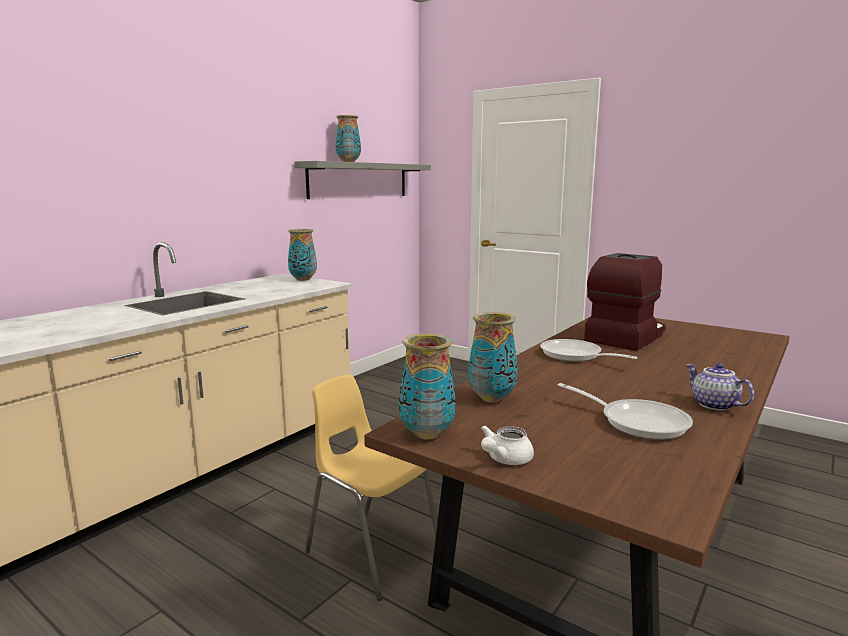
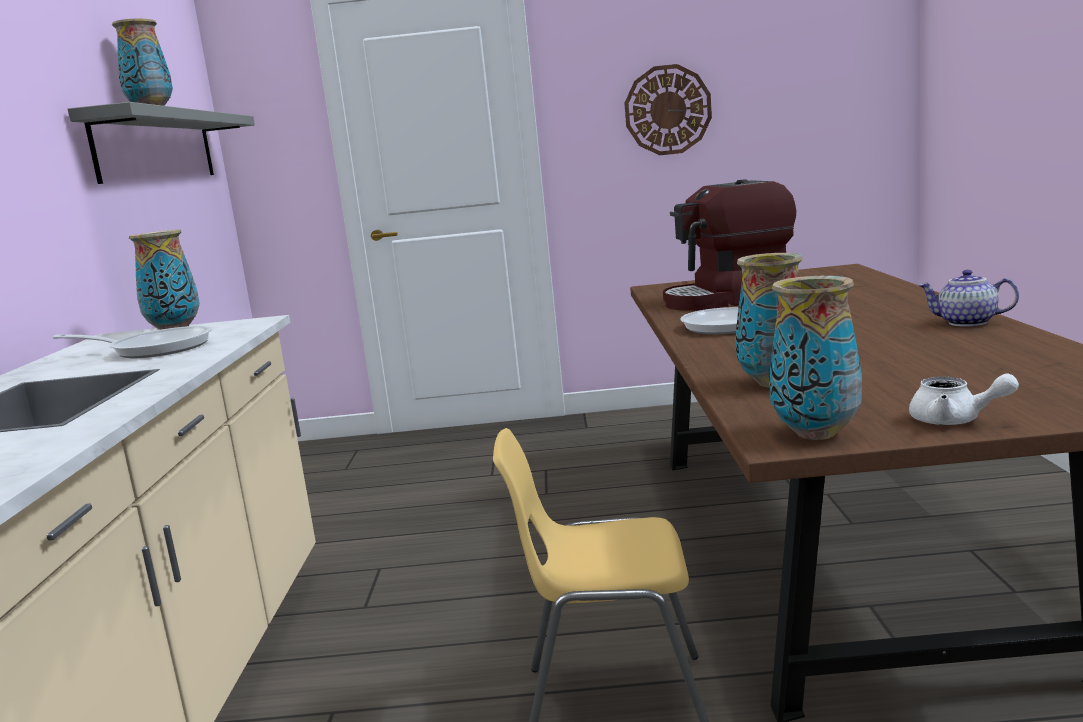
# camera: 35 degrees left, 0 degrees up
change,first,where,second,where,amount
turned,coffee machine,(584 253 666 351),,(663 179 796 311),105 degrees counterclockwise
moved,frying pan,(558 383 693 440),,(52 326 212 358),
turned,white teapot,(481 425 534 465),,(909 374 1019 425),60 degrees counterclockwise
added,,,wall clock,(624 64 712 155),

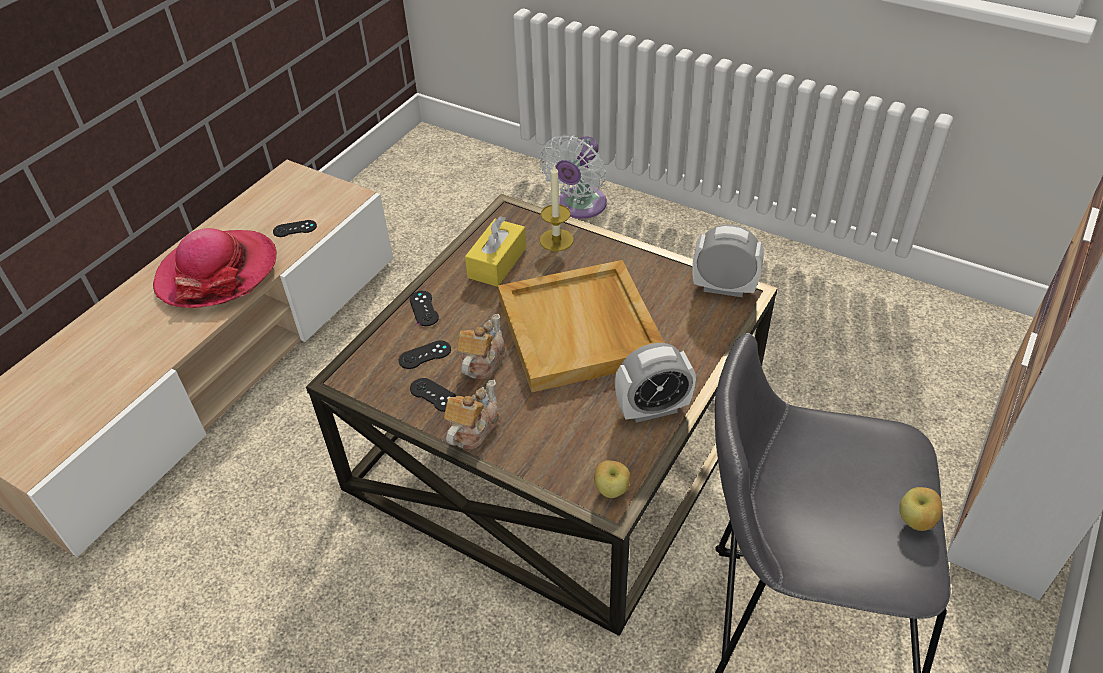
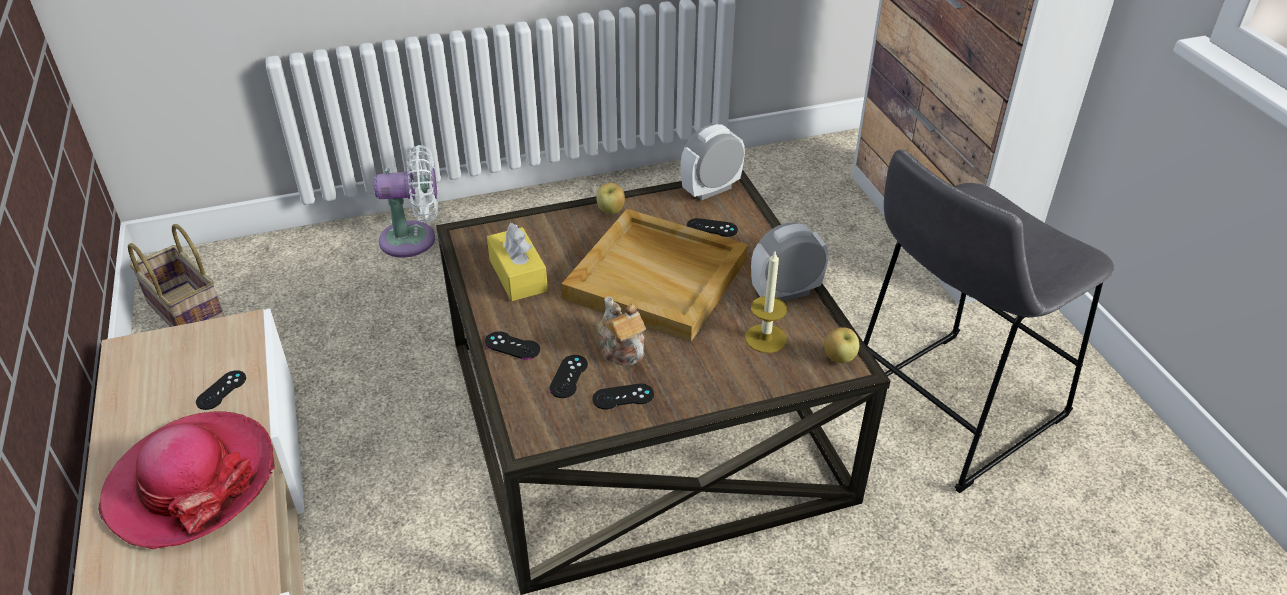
# camera: 50 degrees left, 5 degrees down
change,first,where,second,where,amount
turned,white fan,(540 135 607 219),,(374 145 438 257),75 degrees counterclockwise
moved,candle,(540 165 574 251),,(745 251 787 353),
turned,alarm clock,(615 343 696 423),,(751 222 828 301),135 degrees counterclockwise
removed,teapot,(444 380 499 449),,,
moved,apple,(899 487 943 531),,(596 182 625 214),
added,,,black game controller,(687 218 738 237),
added,,,basket,(128 224 225 327),

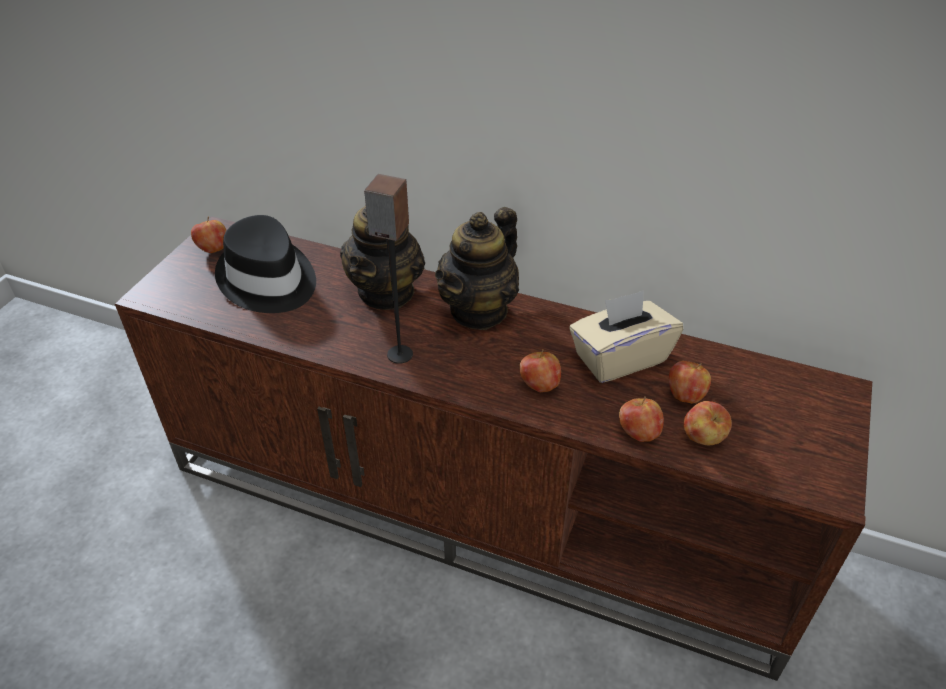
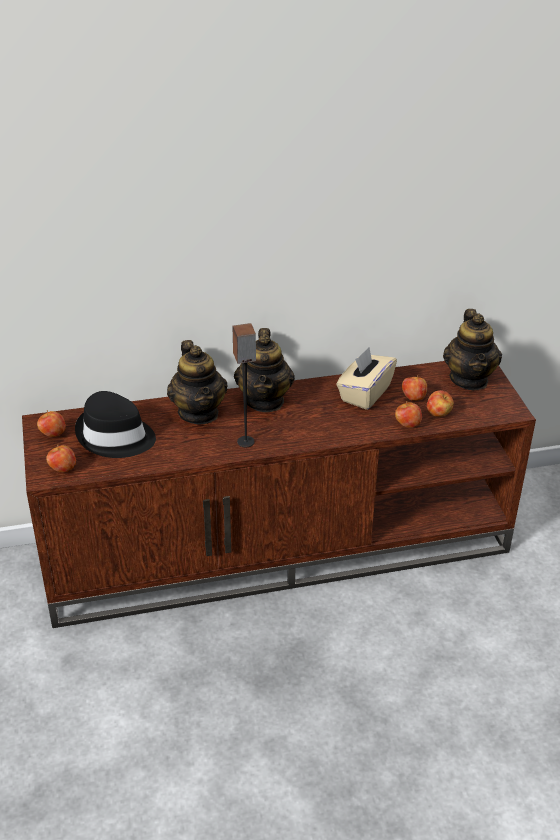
# camera: 35 degrees left, 5 degrees down
change,first,where,second,where,amount
moved,apple,(520 349 561 392),,(46 444 76 472),
added,,,teapot,(443 309 502 390),

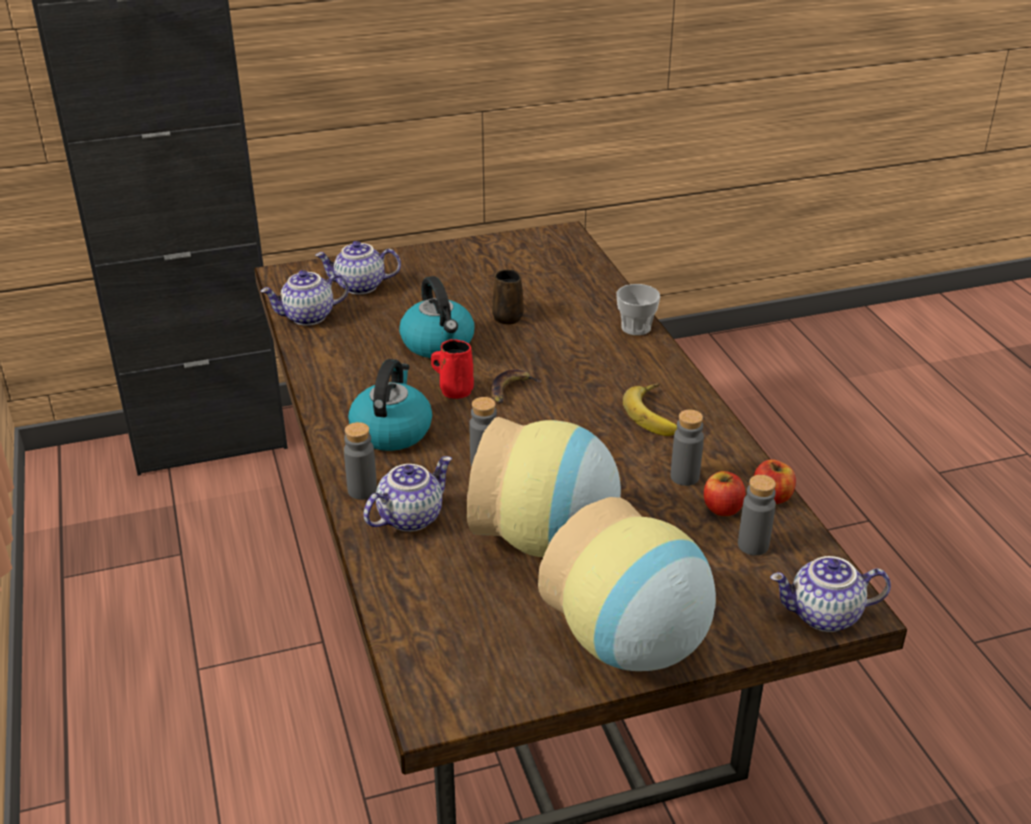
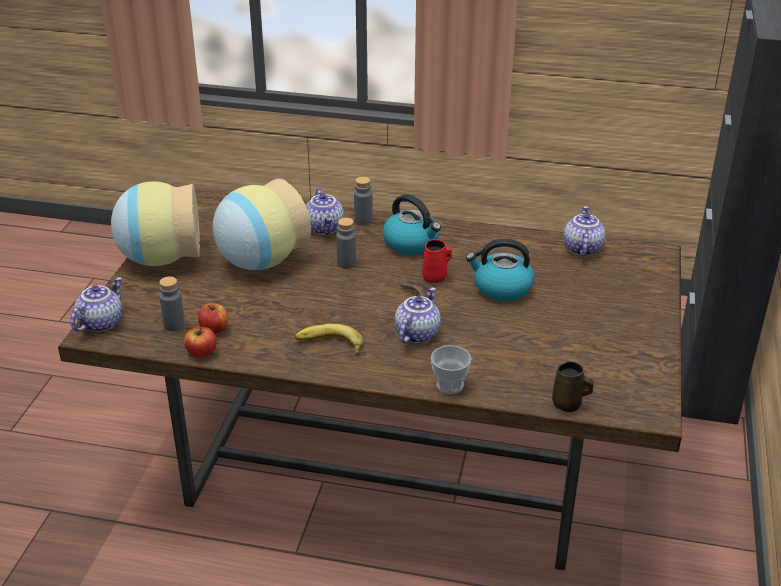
# camera: 120 degrees right, 0 degrees up
change,first,where,second,where,amount
moved,teapot,(315 241 401 294),,(395 287 441 343),
moved,brown mug,(492 269 524 325),,(552 361 594 412),
removed,grey bottle,(671 409 704 486),,,

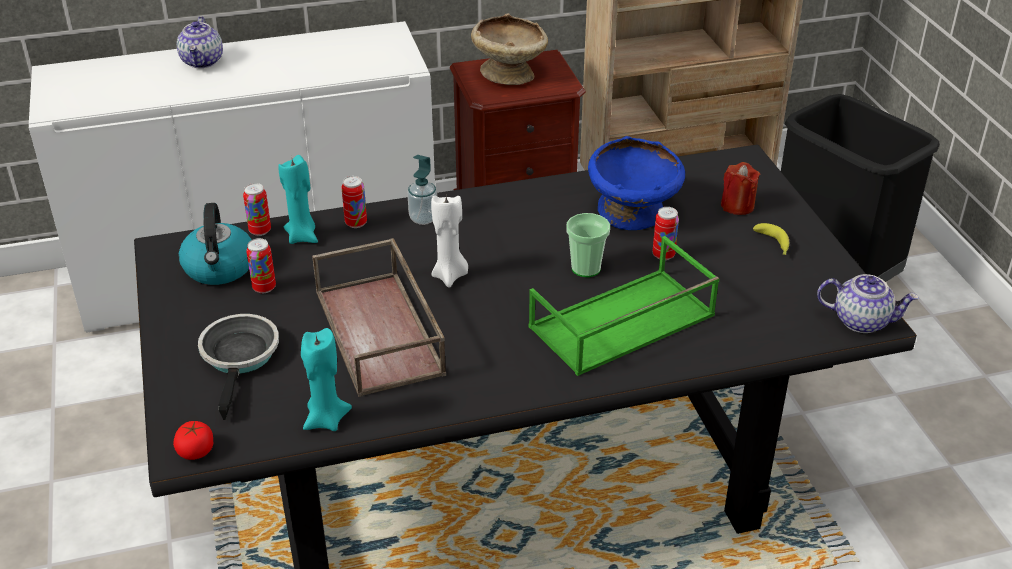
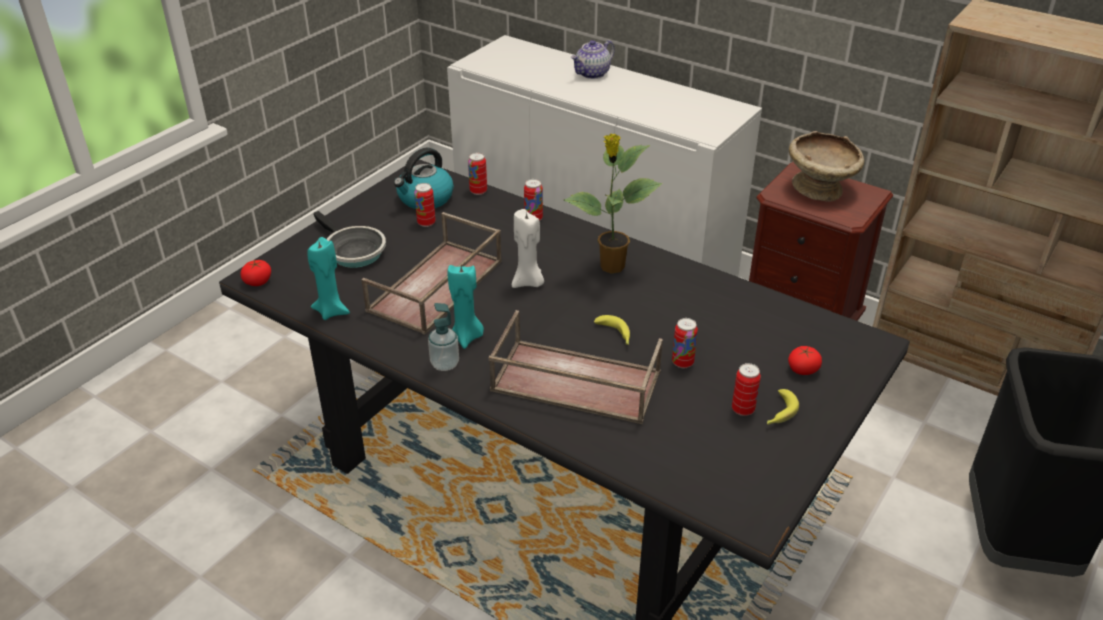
# camera: 50 degrees right, 0 degrees up
change,first,where,second,where,amount
removed,blue bowl,(588 136 685 230),,,
moved,turquoise candle,(278 155 318 244),,(447 265 484 349),
moved,soap dispenser,(407 155 437 225),,(428 303 459 371),
replaced,red candle,(721 162 760 215),tomato,(788 346 822 375),
replaced,cup,(566 213 610 277),banana,(594 315 630 345),
recoloured,green tray,(528 236 720 376),brown tray,(489 310 663 424),
removed,teapot,(817 274 919 333),,,
turned,frying pan,(198 314 279 420),,(314 211 386 268),90 degrees clockwise
added,,,potted plant,(564 134 662 274),
added,,,can,(732 363 761 416),

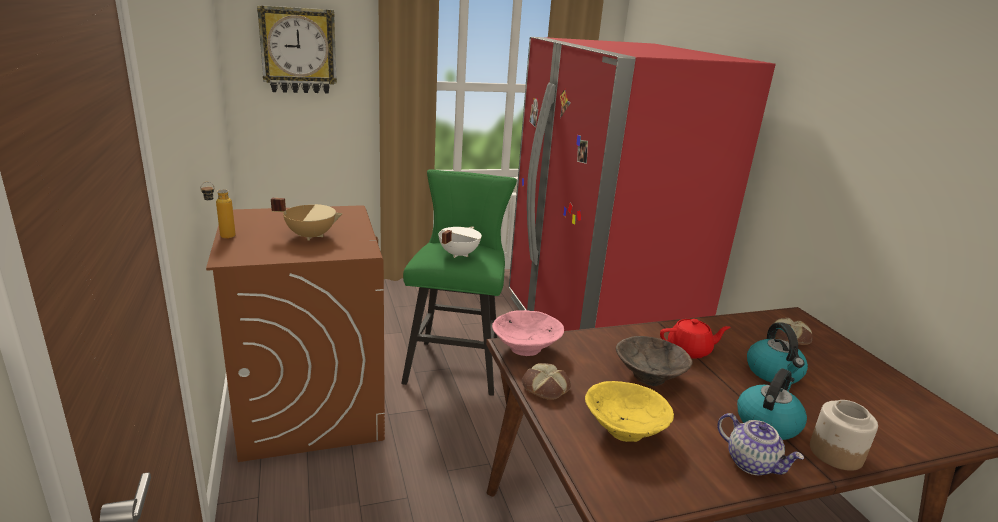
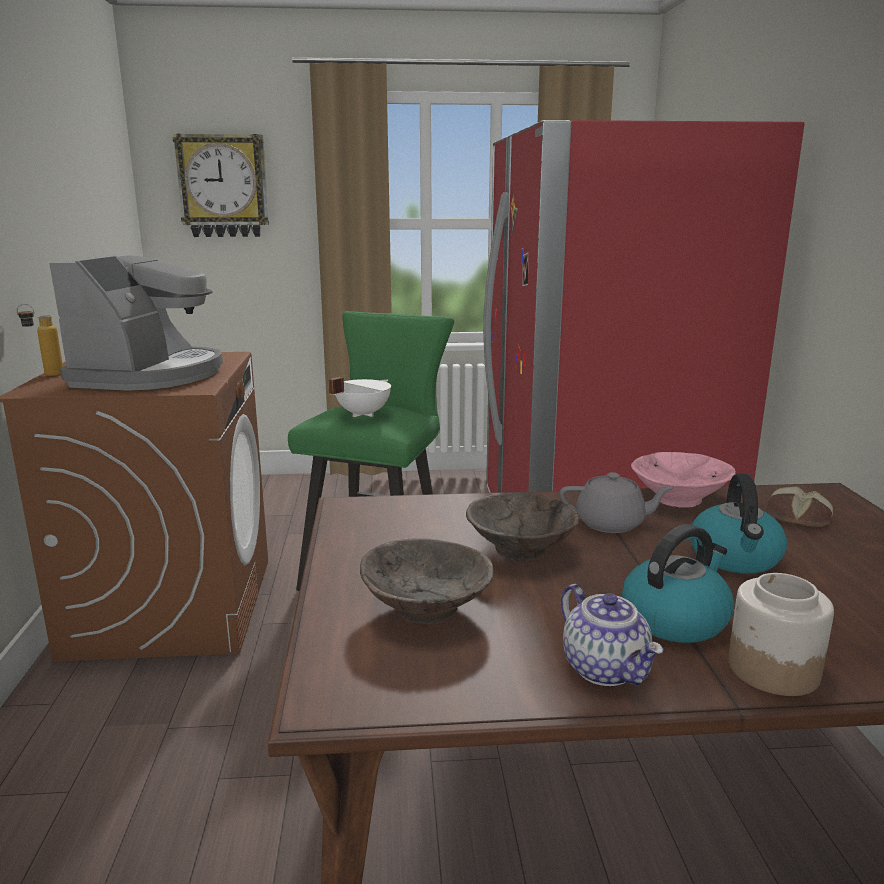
# camera: 15 degrees right, 5 degrees down
change,first,where,second,where,amount
replaced,beige cooking pot,(271 198 342 241),coffee machine,(49 253 223 391),
moved,pink bowl,(492 310 564 356),,(631 452 736 507),
recoloured,red teapot,(660 319 731 359),grey teapot,(559 472 674 533),
removed,bread,(522 363 571 400),,,
recoloured,yellow bowl,(585 381 674 442),brown bowl,(360 538 494 625),

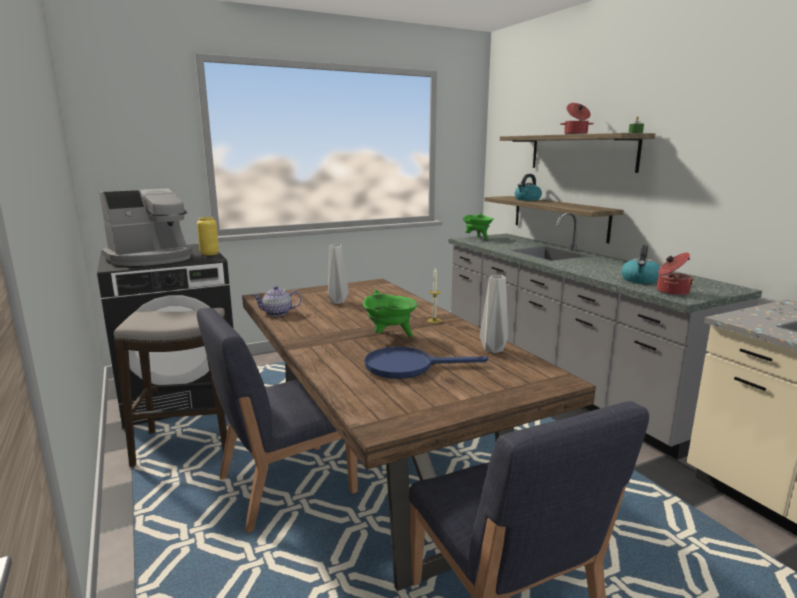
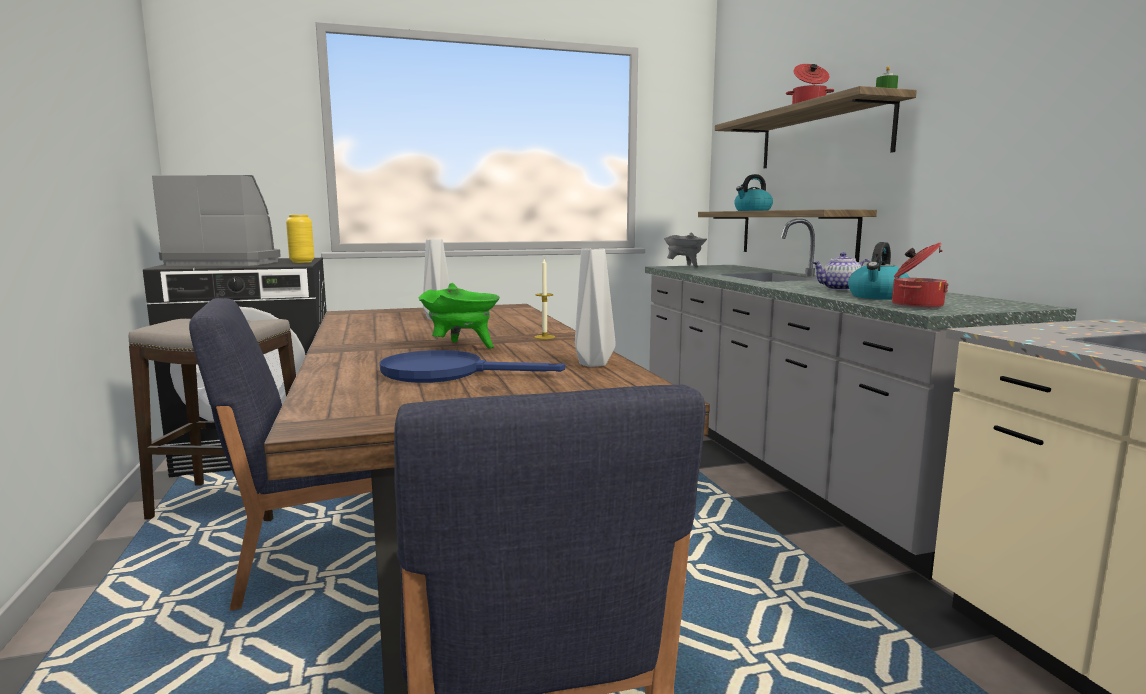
# camera: 10 degrees right, 5 degrees down
change,first,where,second,where,amount
turned,coffee machine,(99 189 193 266),,(152 175 281 266),150 degrees counterclockwise
recoloured,green cooking pot,(462 212 494 240),grey cooking pot,(664 232 707 268),
moved,teapot,(252 286 301 316),,(812 252 871 290),

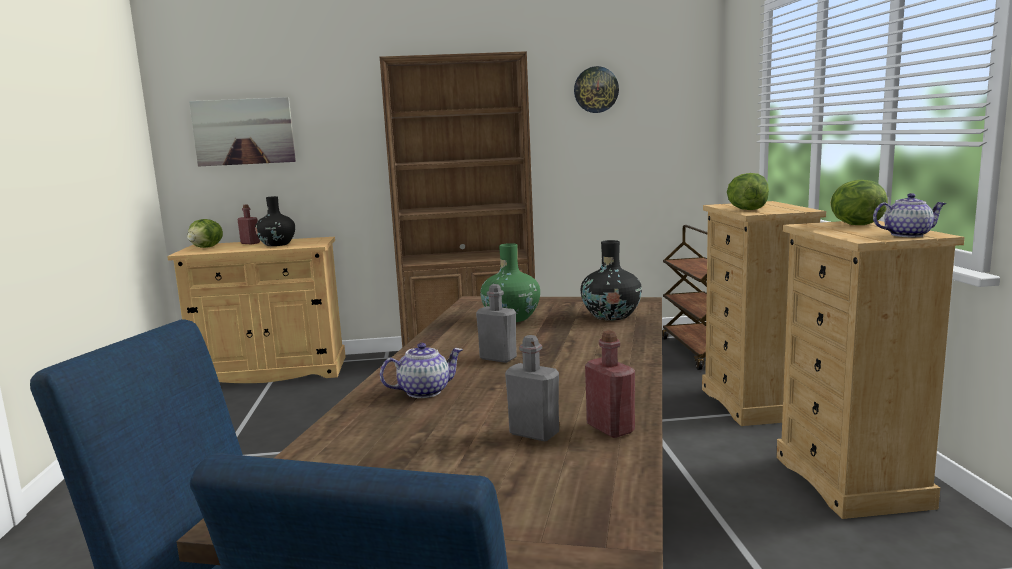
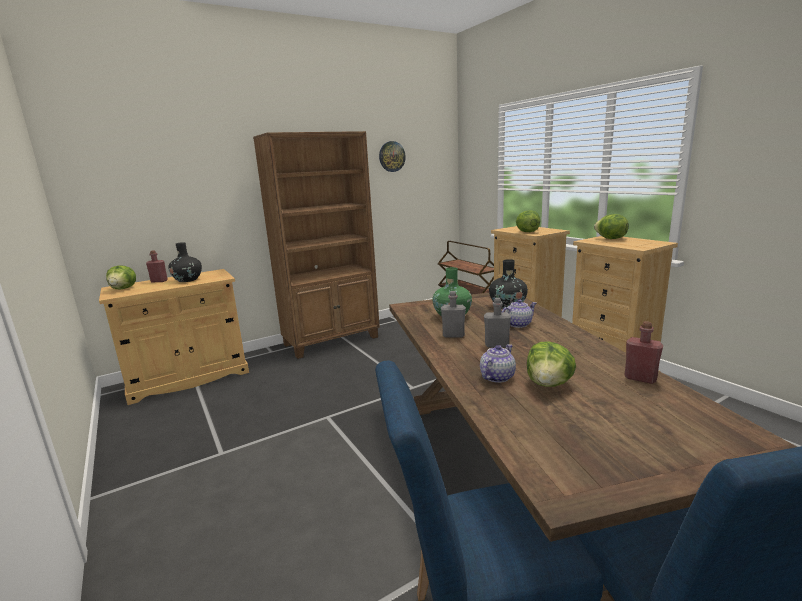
# camera: 25 degrees left, 5 degrees up
change,first,where,second,where,amount
removed,picture,(189 97 296 166),,,
moved,teapot,(873 193 947 237),,(501 299 536 328),
moved,grey bottle,(505 335 559 442),,(441 291 466 337),
added,,,lettuce,(527 341 576 387),

